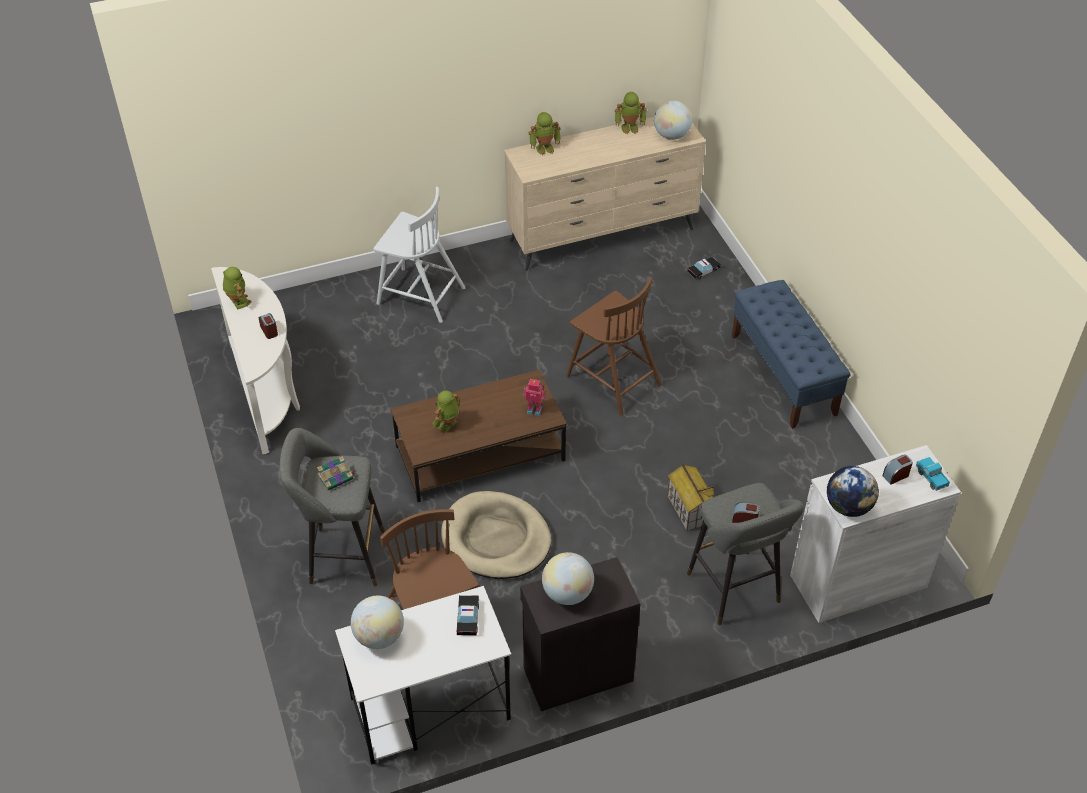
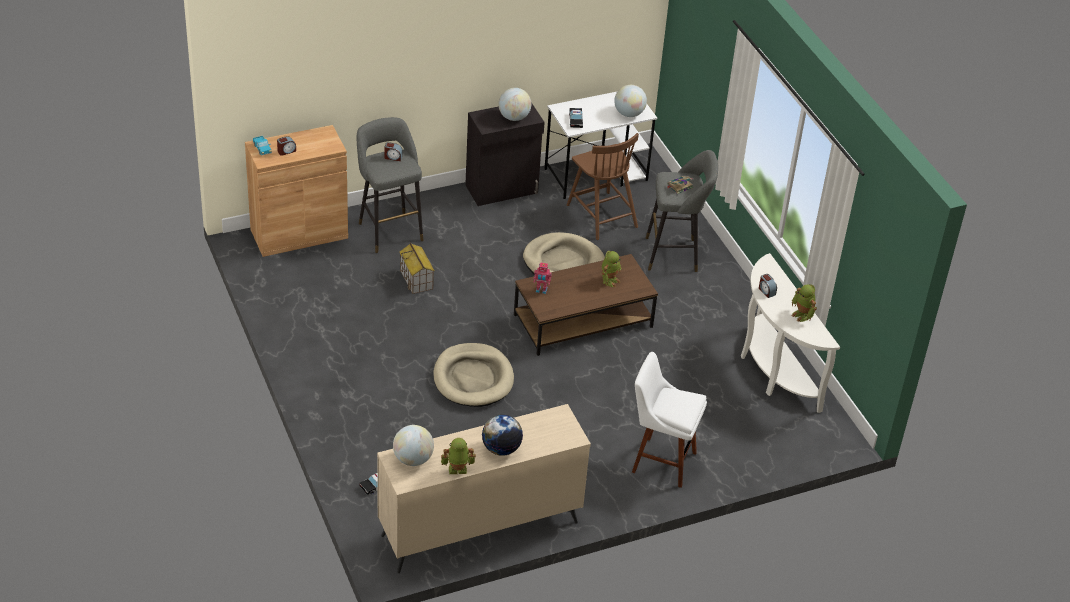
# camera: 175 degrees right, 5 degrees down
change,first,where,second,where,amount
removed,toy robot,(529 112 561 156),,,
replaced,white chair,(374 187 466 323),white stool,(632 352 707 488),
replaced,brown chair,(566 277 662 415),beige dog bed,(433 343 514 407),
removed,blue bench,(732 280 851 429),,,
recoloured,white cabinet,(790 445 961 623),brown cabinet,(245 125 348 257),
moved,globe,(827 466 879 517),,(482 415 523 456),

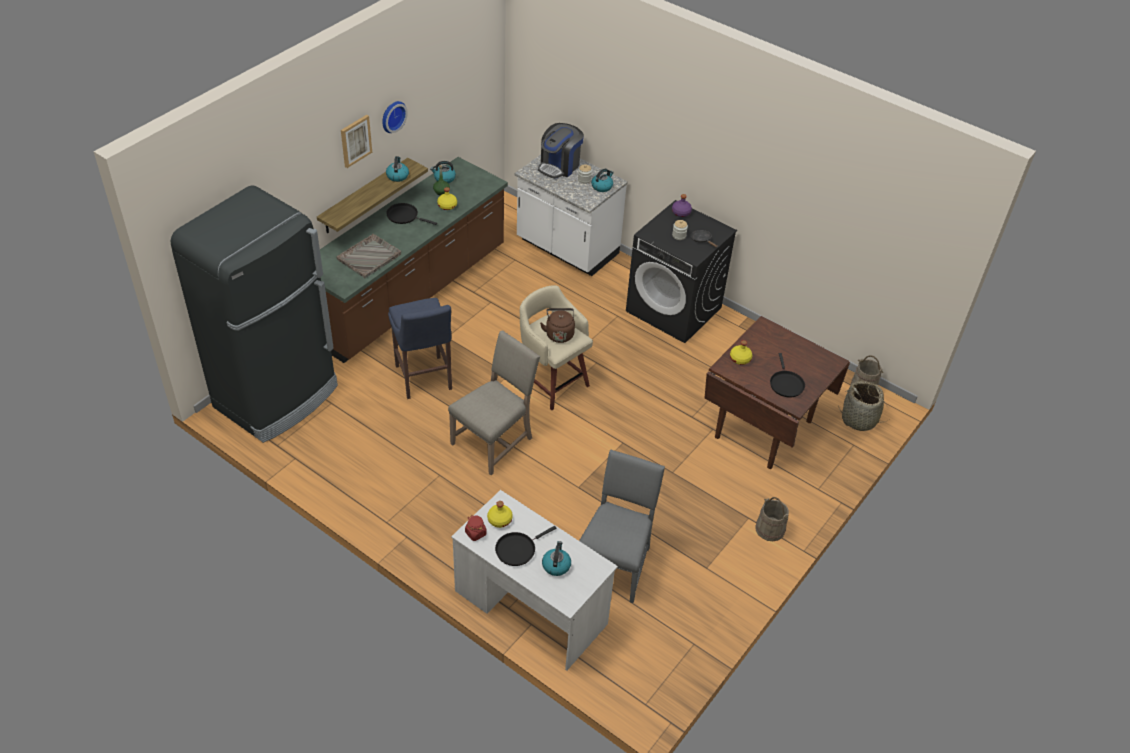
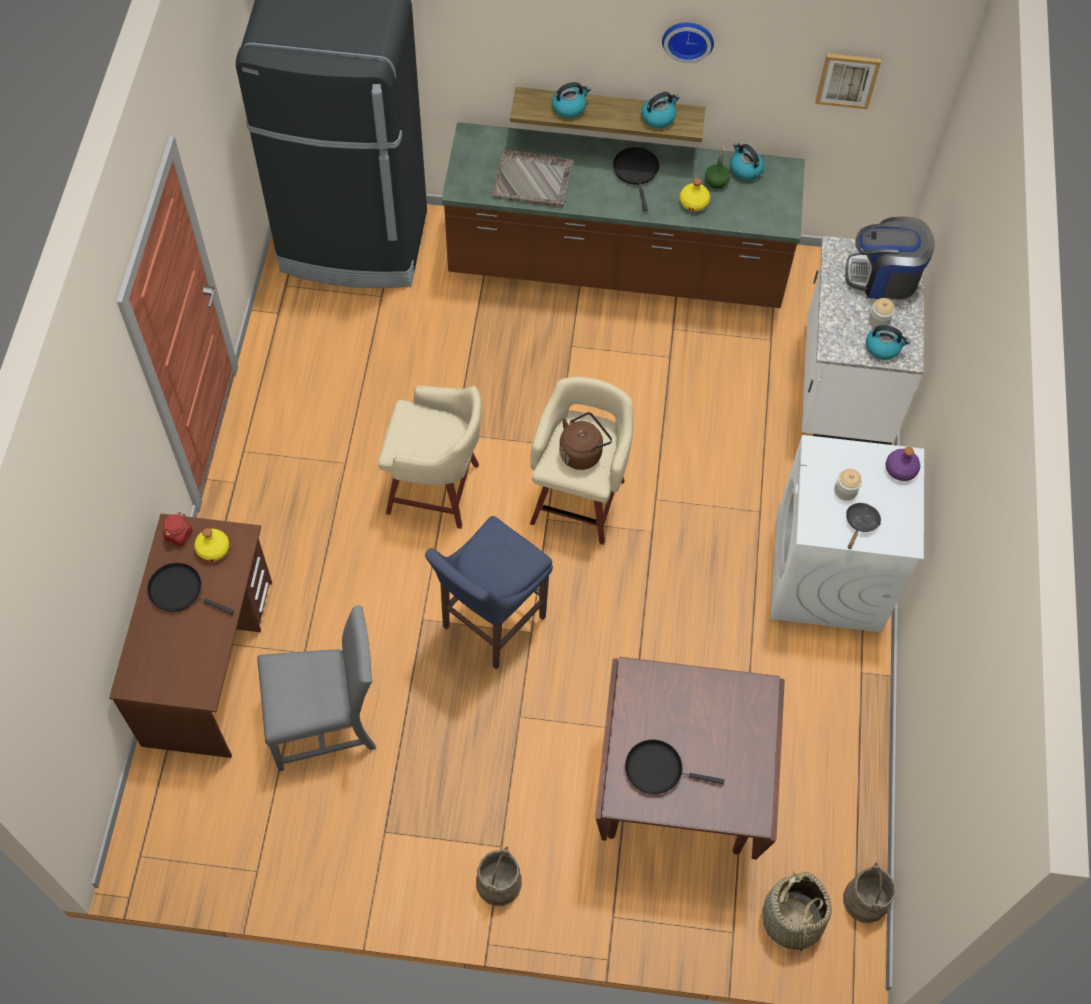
# camera: 60 degrees right, 15 degrees up
change,first,where,second,where,amount
moved,picture,(341 115 372 168),,(815 53 881 109),
recoloured,black washing machine,(626 200 737 343),white washing machine,(771 435 924 632),
moved,blue stool,(388 298 452 399),,(425 516 553 669),
replaced,beige chair,(448 331 540 475),beige stool,(378 386 482 529),
removed,yellow bottle,(730 340 752 365),,,
turned,black frying pan,(770 353 805 397),,(625 739 724 795),45 degrees clockwise
recoloured,white desk,(451 490 618 671),brown desk,(109 514 272 758),
moved,kettle,(542 541 571 576),,(552 82 591 118),

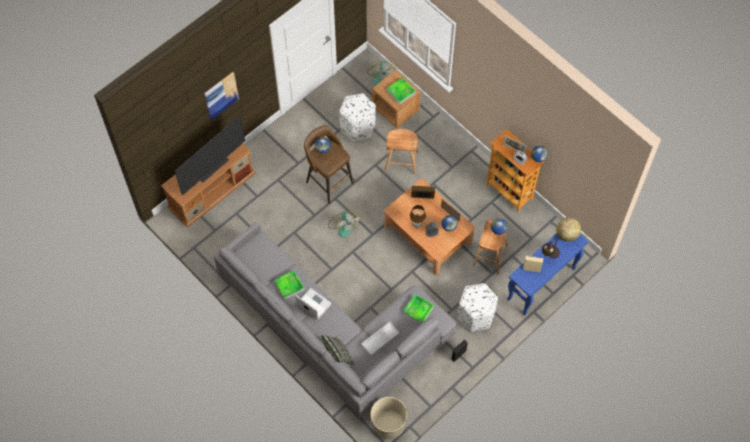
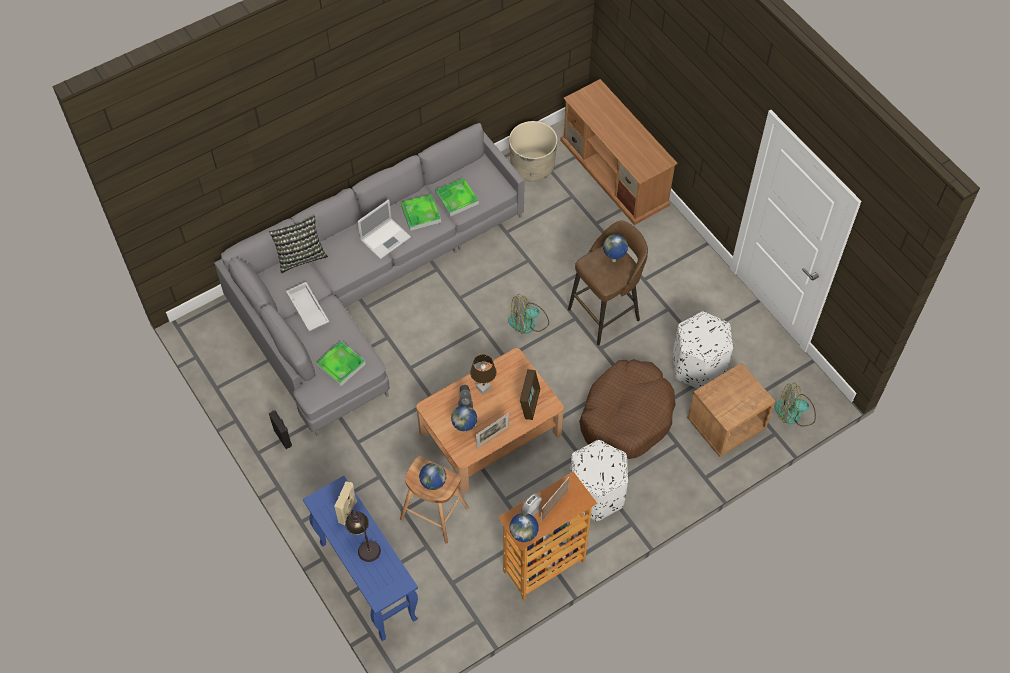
# camera: 100 degrees right, 5 degrees down
change,first,where,second,where,amount
removed,picture,(204 72 239 120),,,
moved,tray,(386 78 416 105),,(435 178 479 217),
removed,television,(175 115 245 196),,,
replaced,brown stool,(384 129 419 175),brown dog bed,(579 359 676 459),
removed,globe,(556 217 581 242),,,
moved,white ottoman,(457 283 498 332),,(570 440 628 521),
moved,beige planter,(370 397 407 439),,(509 121 557 182),

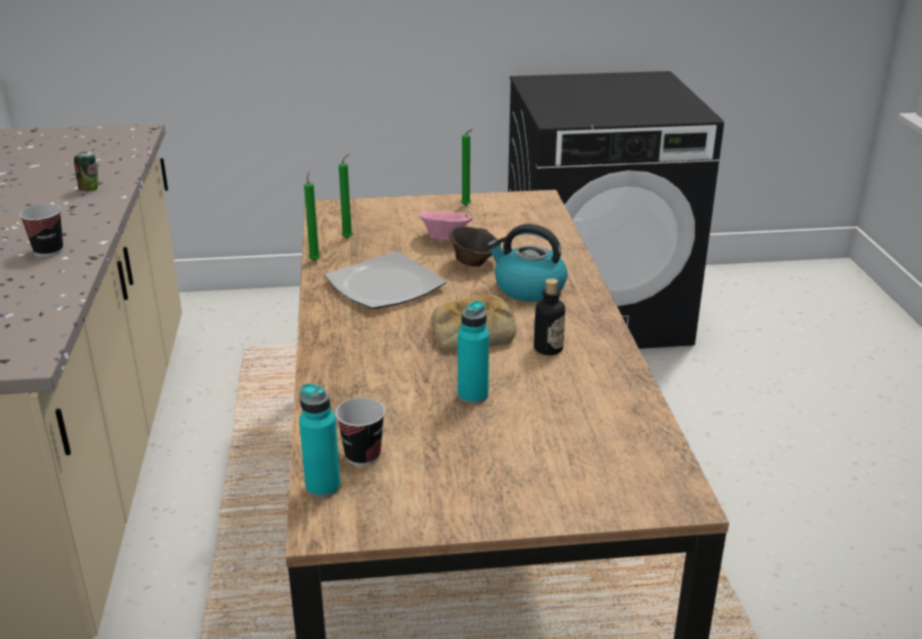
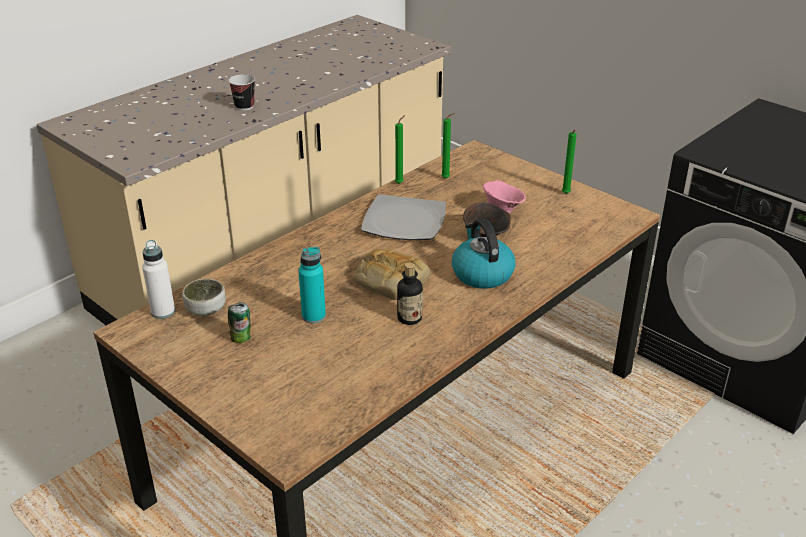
# camera: 50 degrees right, 5 degrees up
change,first,where,second,where,amount
moved,can,(74 152 98 191),,(228 302 251 343),
recoloured,turquoise bottle,(299 383 341 498),white bottle,(142 240 175 319),
replaced,cup,(336 398 385 466),bowl,(182 279 226 316),

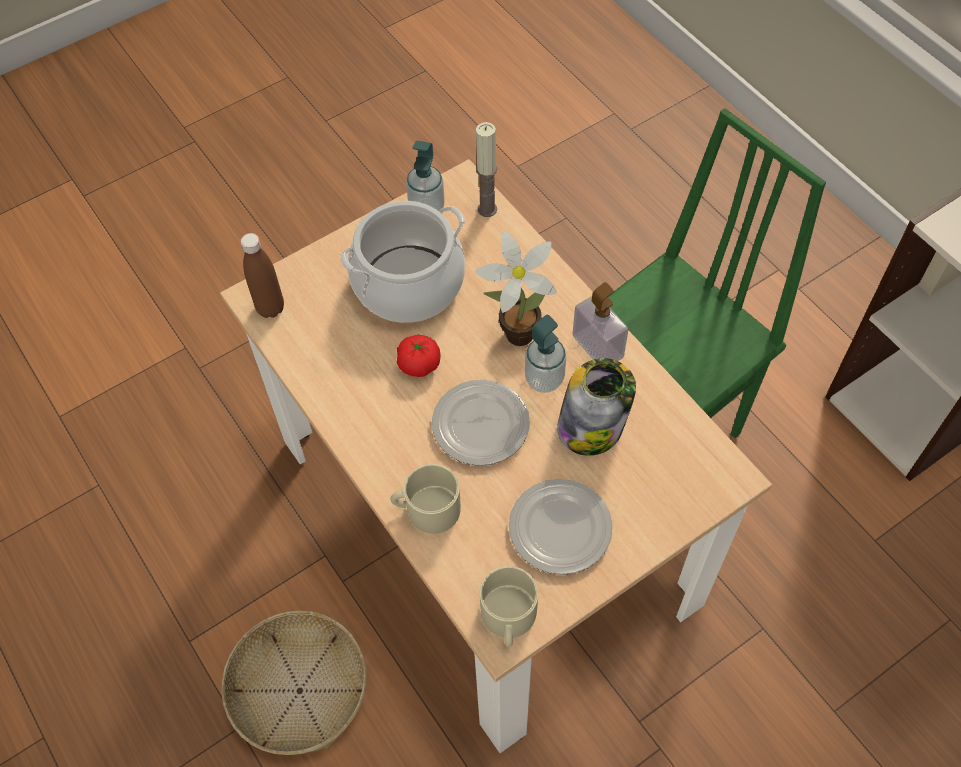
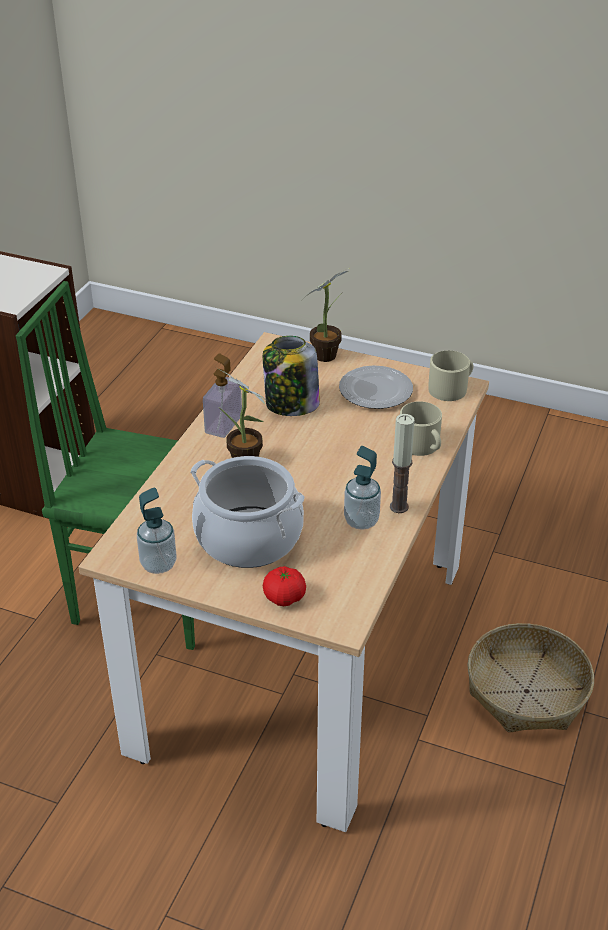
# camera: 125 degrees left, 20 degrees down
change,first,where,second,where,amount
moved,candle,(476 122 497 217),,(390 414 415 513),
removed,brown bottle,(240 233 284 318),,,
moved,soap dispenser,(525 315 566 393),,(344 446 381 530),
moved,tomato,(397 335 441 377),,(263 566 306 606),
removed,plate,(432 380 530 466),,,
added,,,potted plant,(303 268 349 362),

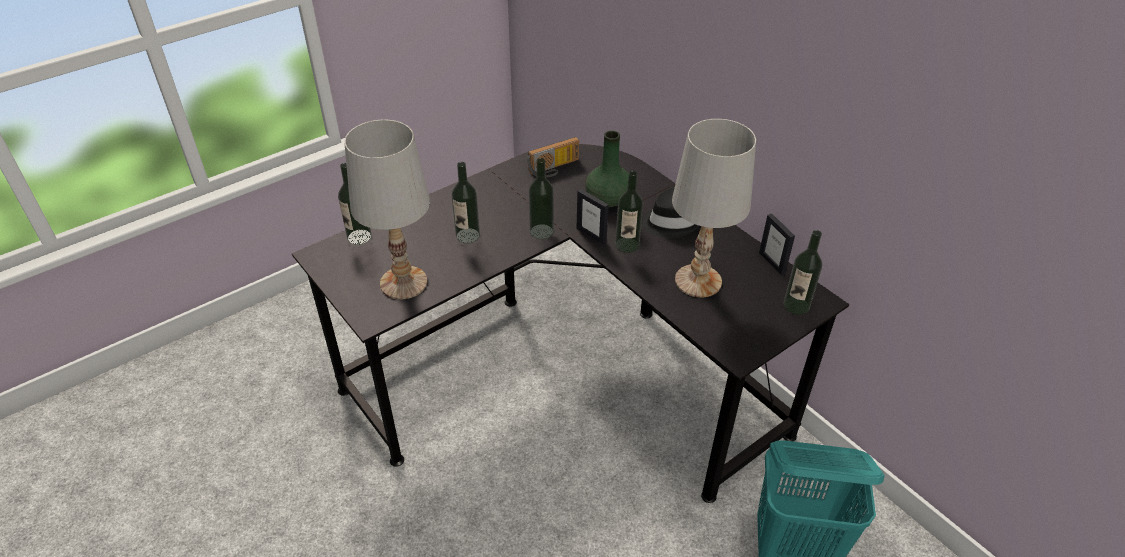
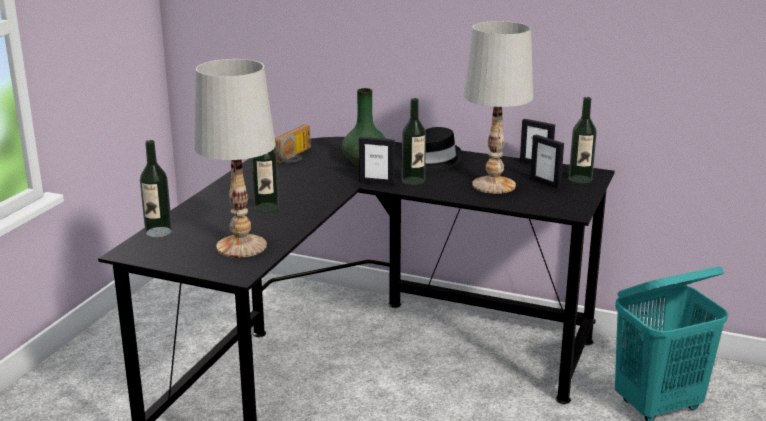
# camera: 30 degrees left, 20 degrees down
change,first,where,second,where,amount
removed,bottle,(529 158 554 239),,,
added,,,picture frame,(530 135 564 189),

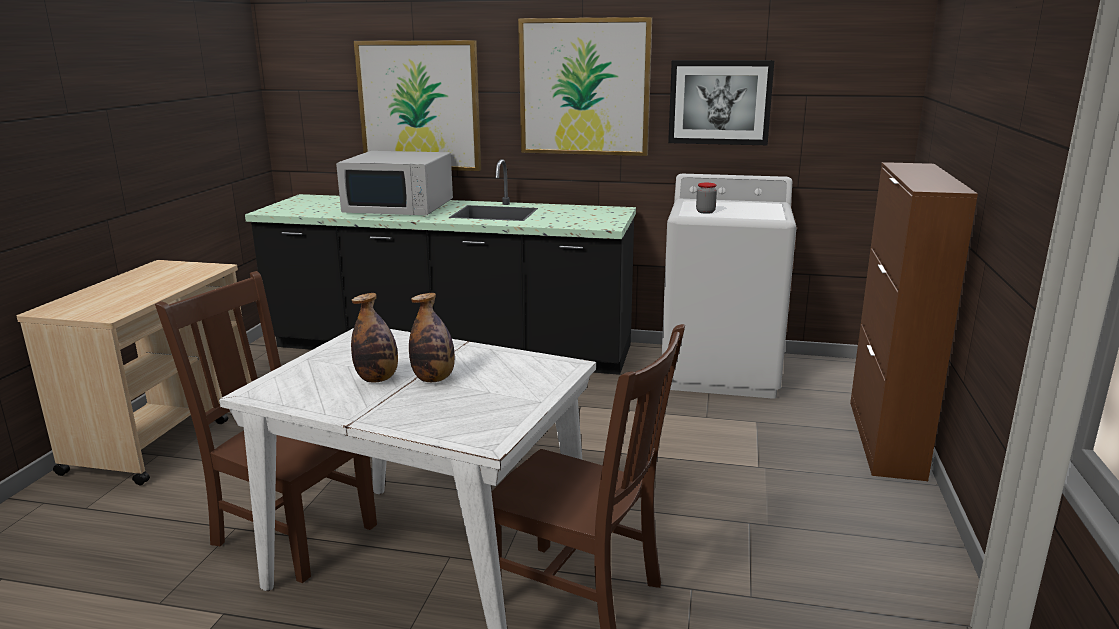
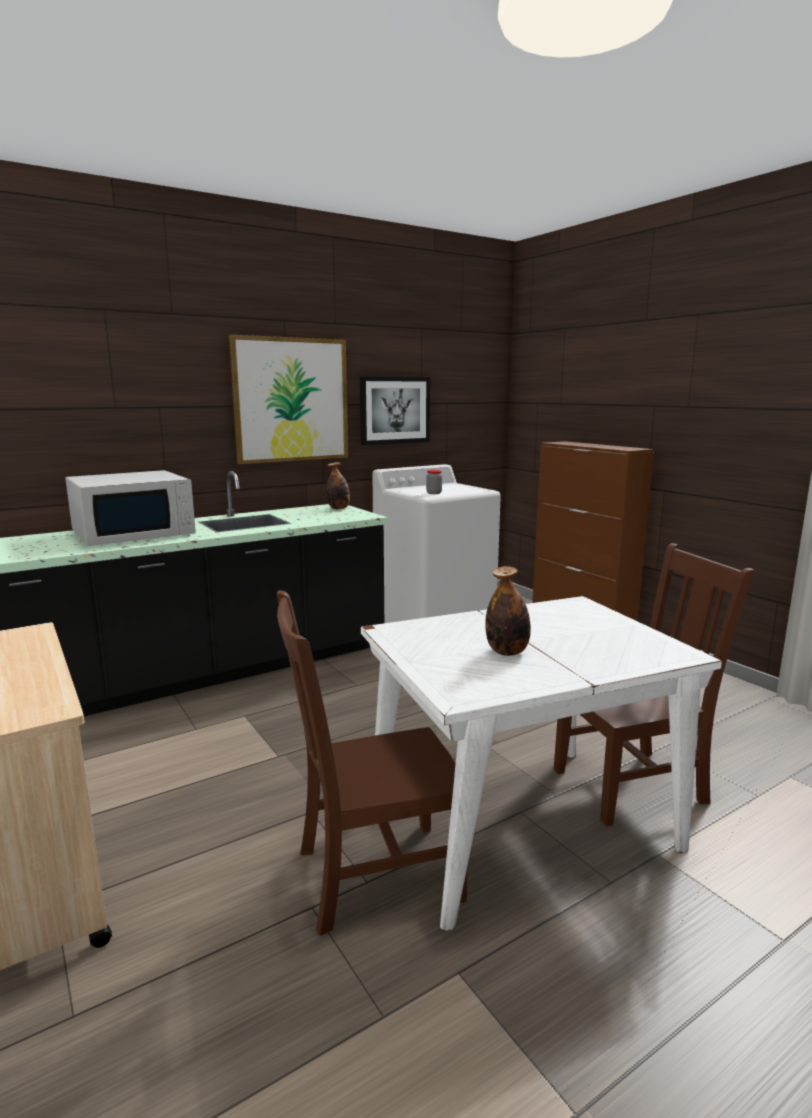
# camera: 45 degrees left, 5 degrees down
change,first,where,second,where,amount
removed,picture,(354 40 481 171),,,
moved,bottle,(409 293 455 382),,(326 462 350 509),

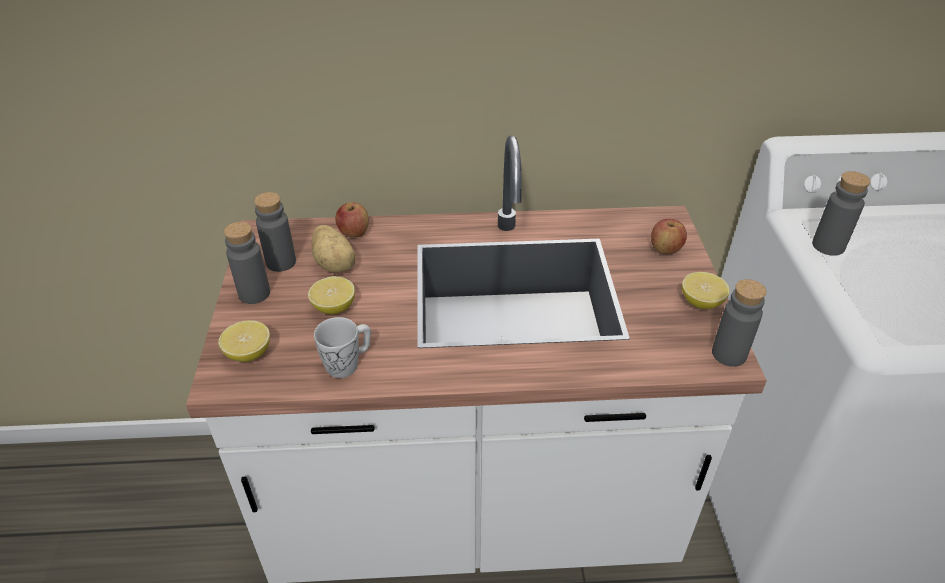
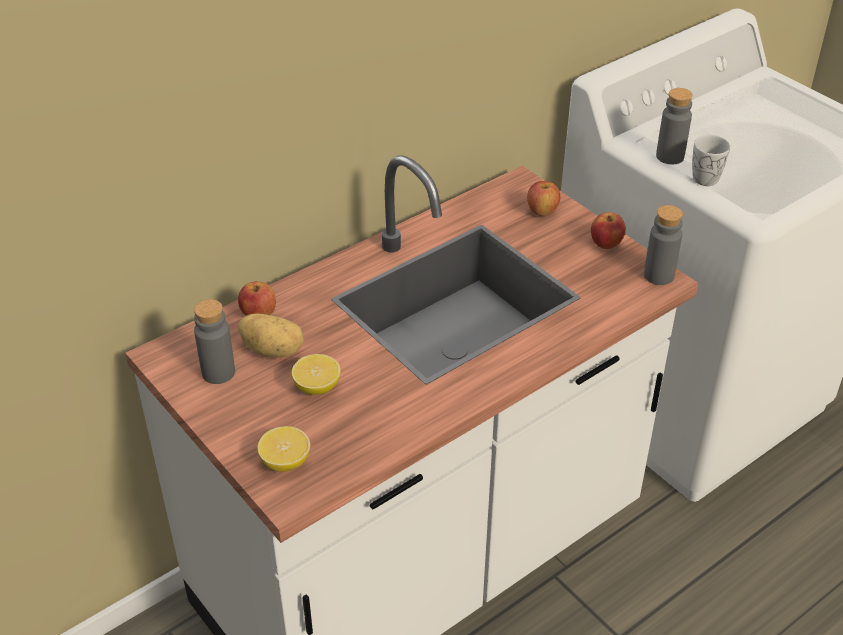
# camera: 35 degrees left, 0 degrees up
change,first,where,second,where,amount
removed,grey bottle,(224 222 270 304),,,
replaced,lemon,(682 272 730 309),apple,(591 212 626 249),
moved,white mug,(314 317 371 378),,(692 135 730 186),

